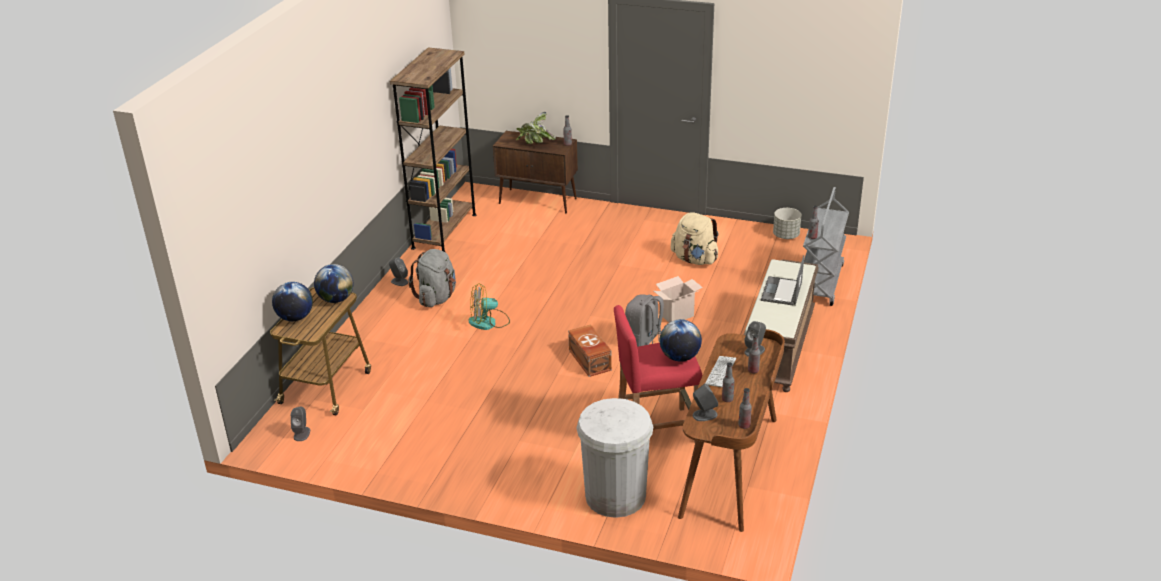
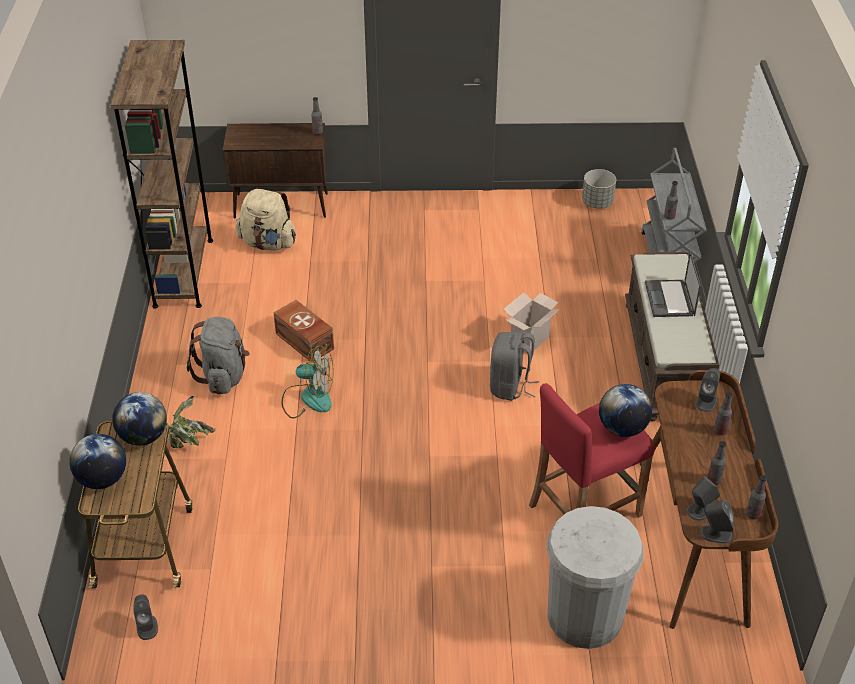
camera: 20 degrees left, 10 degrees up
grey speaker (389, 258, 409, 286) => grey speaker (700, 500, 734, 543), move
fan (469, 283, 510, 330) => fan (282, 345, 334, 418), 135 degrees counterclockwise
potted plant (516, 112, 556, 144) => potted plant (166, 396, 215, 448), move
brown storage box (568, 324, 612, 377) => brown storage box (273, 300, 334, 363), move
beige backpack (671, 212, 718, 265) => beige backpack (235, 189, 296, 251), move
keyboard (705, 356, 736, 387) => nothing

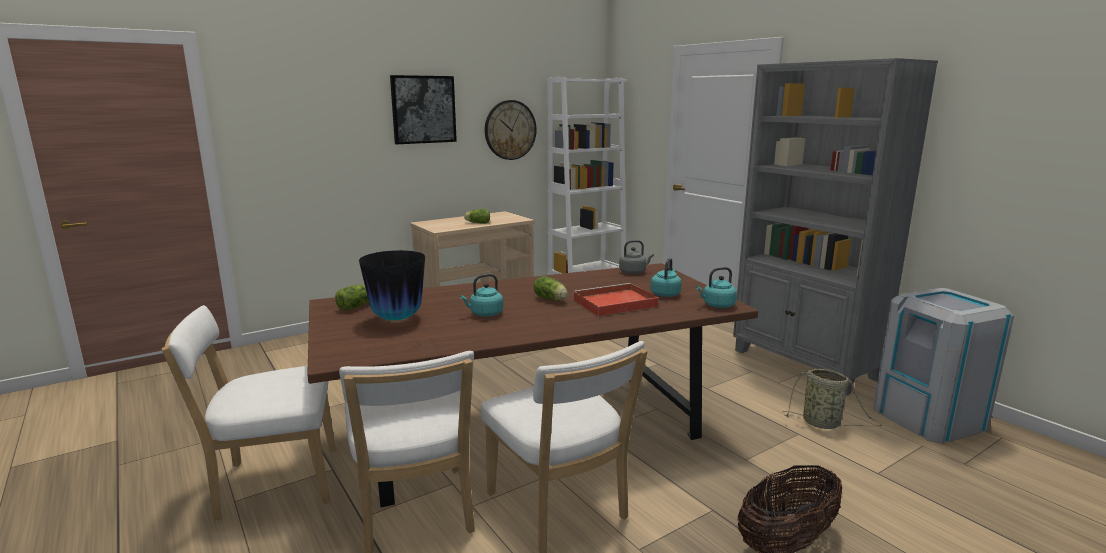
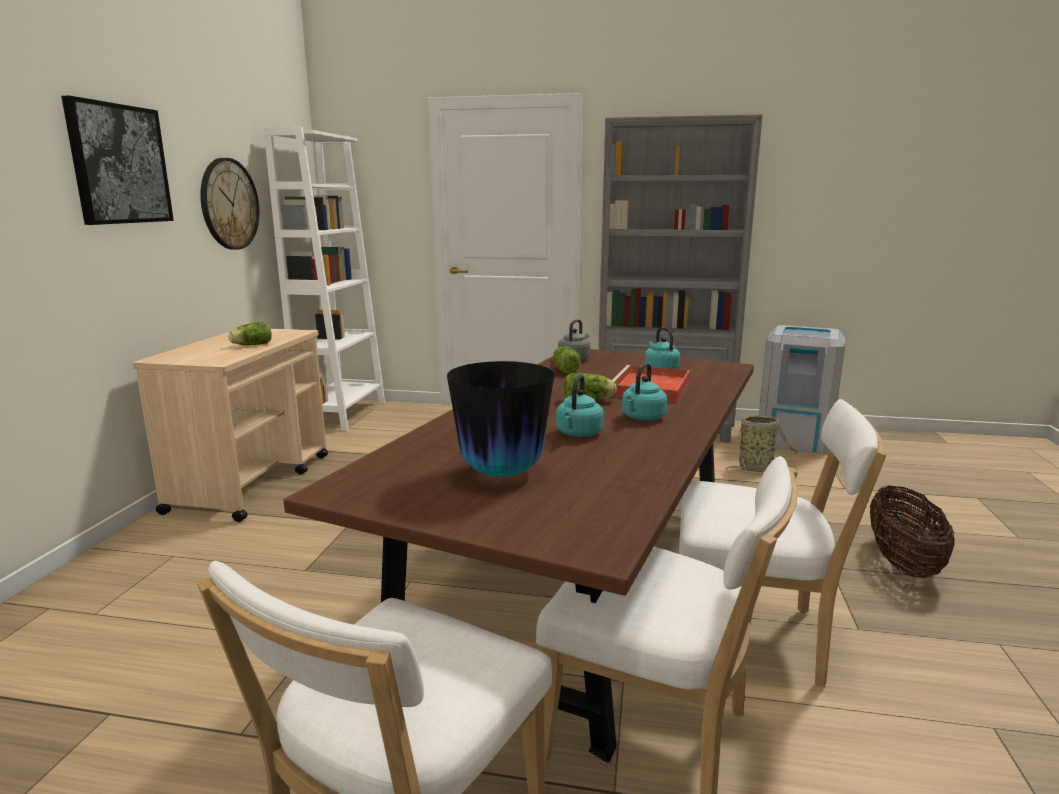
camera: 45 degrees left, 0 degrees up
lettuce (335, 285, 369, 311) => lettuce (553, 346, 581, 374), move
turquoise kettle (696, 267, 737, 308) => turquoise kettle (622, 363, 667, 421), move

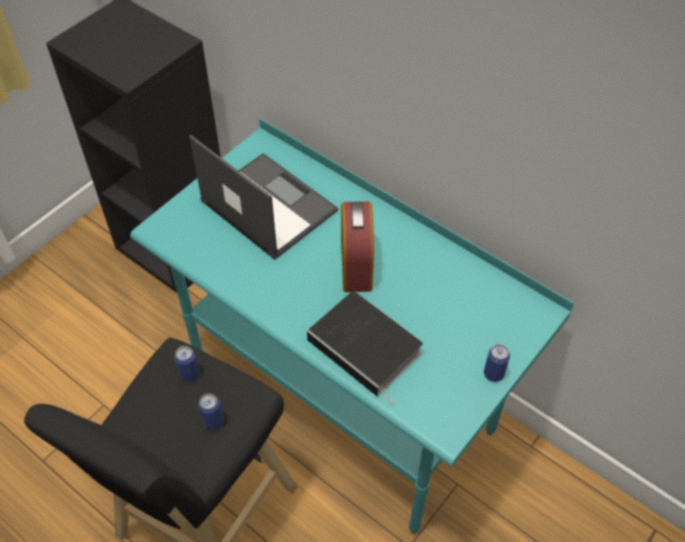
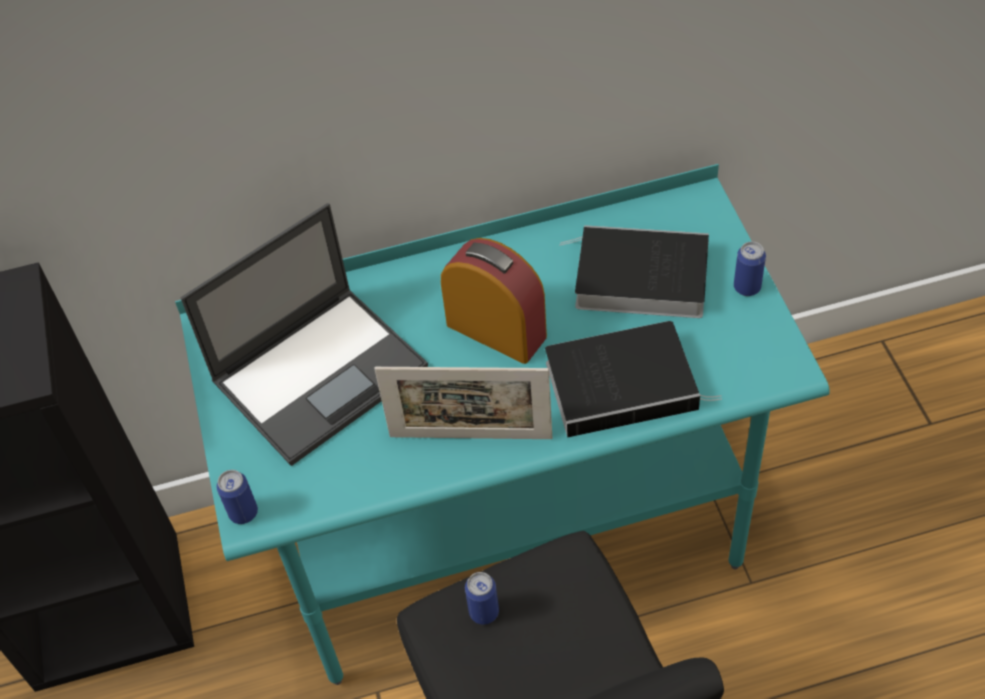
camera: 50 degrees left, 0 degrees up
laptop (189, 135, 338, 260) => laptop (180, 203, 428, 466), 150 degrees clockwise
can (199, 394, 223, 429) => can (216, 470, 258, 524), move
nothing => picture frame (374, 367, 552, 439)
nothing => book (559, 225, 709, 318)

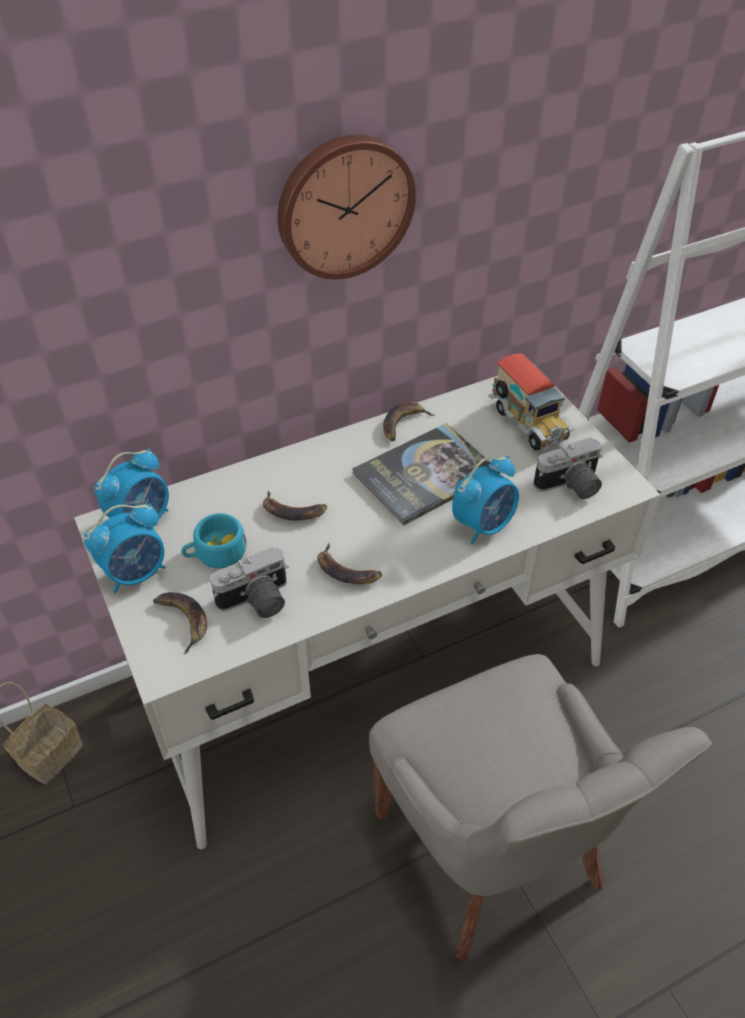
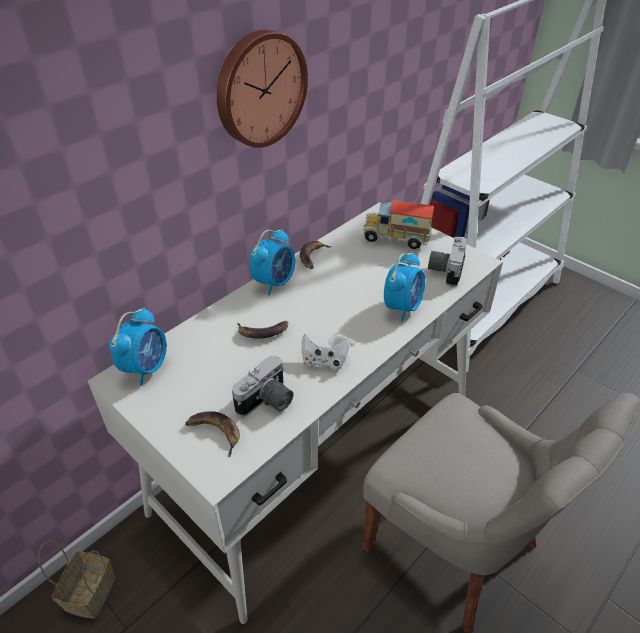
camera: 20 degrees left, 5 degrees down
alarm clock (84, 503, 166, 594) => alarm clock (249, 229, 295, 295), move
turquoise cup (181, 513, 247, 568) => nothing
banana (317, 543, 382, 584) => white game controller (302, 334, 349, 371)
book (352, 423, 499, 525) => nothing
toy truck (488, 354, 574, 451) => toy truck (363, 200, 434, 249), 150 degrees clockwise
photo camera (533, 437, 603, 499) => photo camera (428, 237, 467, 287), 150 degrees clockwise

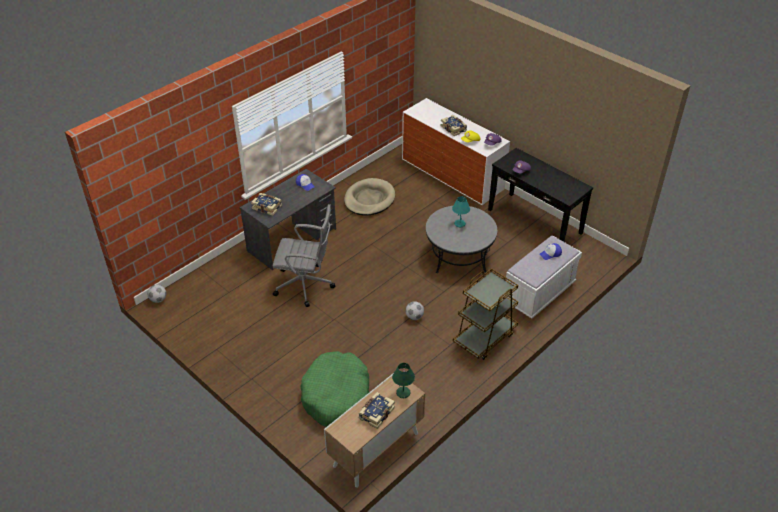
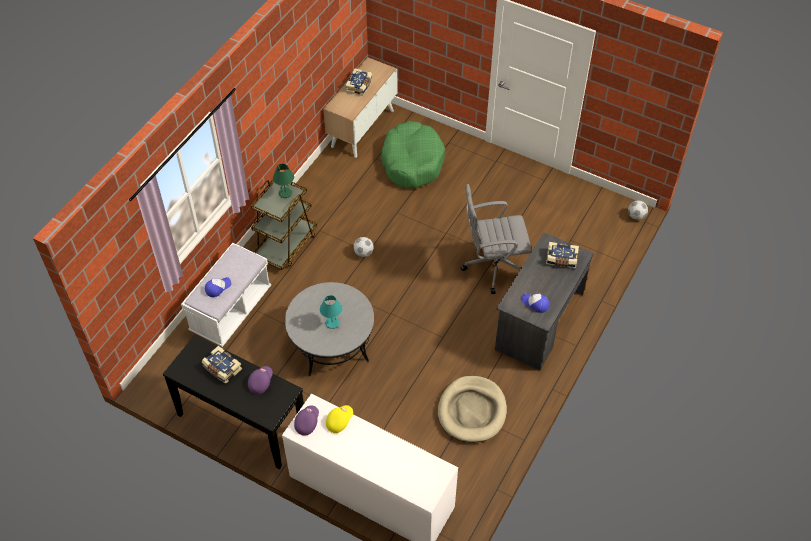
camera: 165 degrees right, 10 degrees up
green table lamp (392, 363, 415, 398) => green table lamp (273, 164, 294, 198), move
book (441, 115, 467, 136) => book (202, 346, 242, 384), move

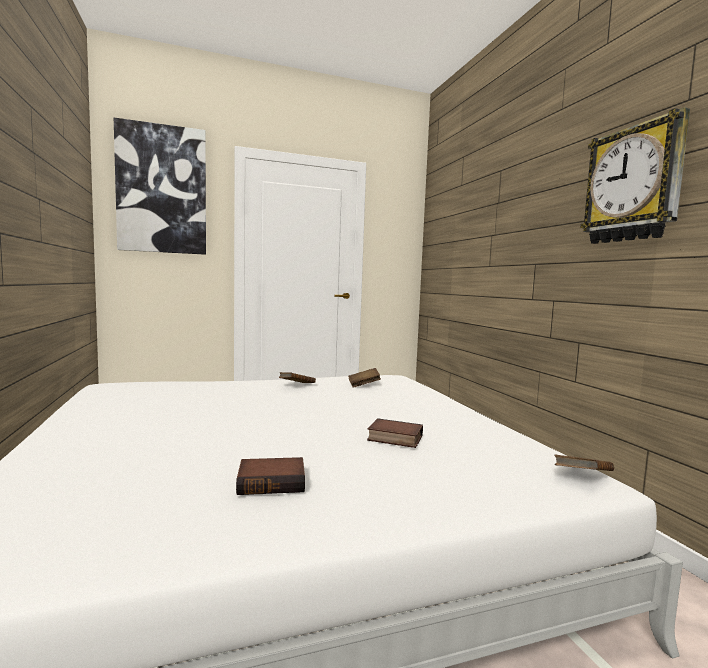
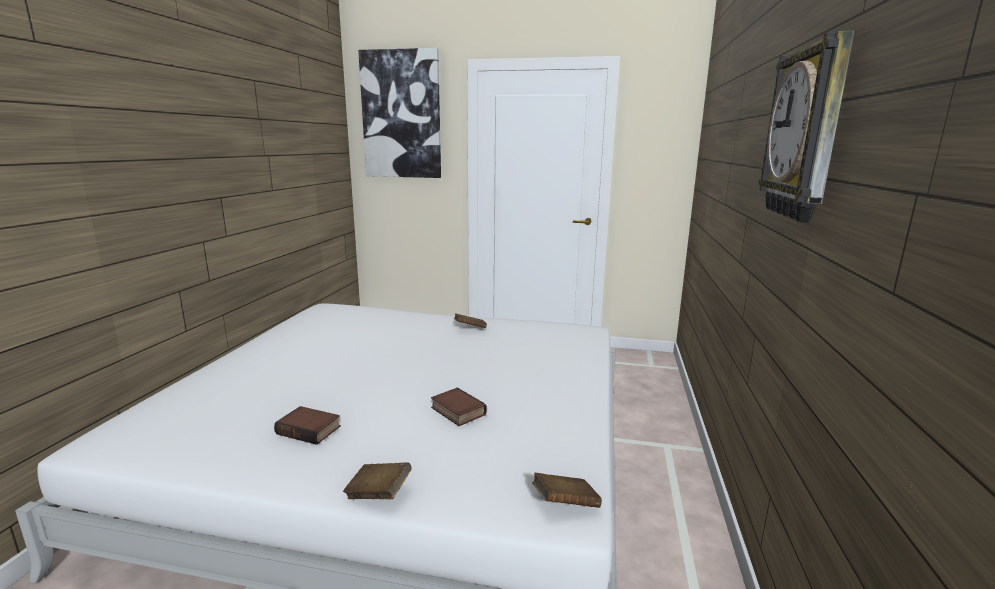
camera: 30 degrees right, 10 degrees up
brown book (348, 368, 381, 388) => brown book (343, 462, 412, 499), move

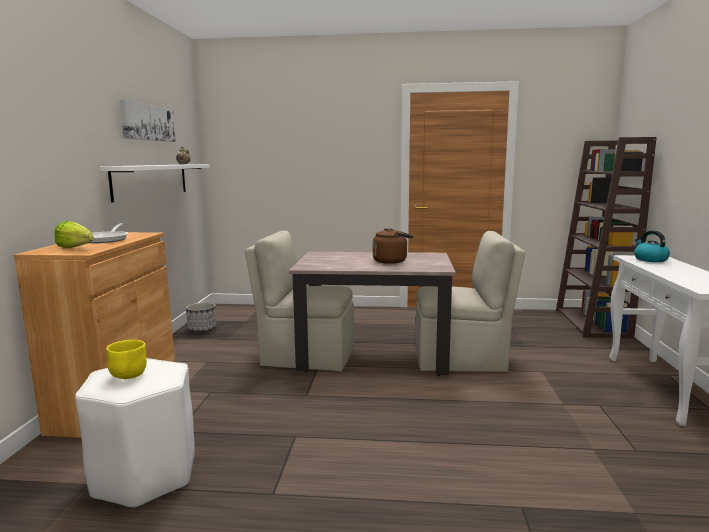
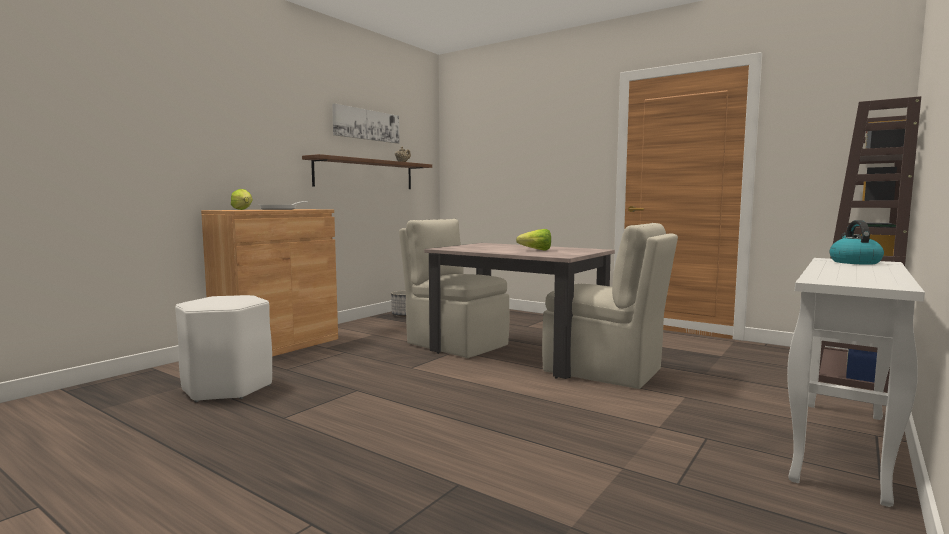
camera: 30 degrees right, 5 degrees down
white shelf (100, 164, 210, 203) => brown shelf (302, 154, 432, 189)
yellow bowl (106, 340, 147, 379) => nothing
brown kettle (373, 228, 413, 264) => lettuce (516, 229, 551, 251)

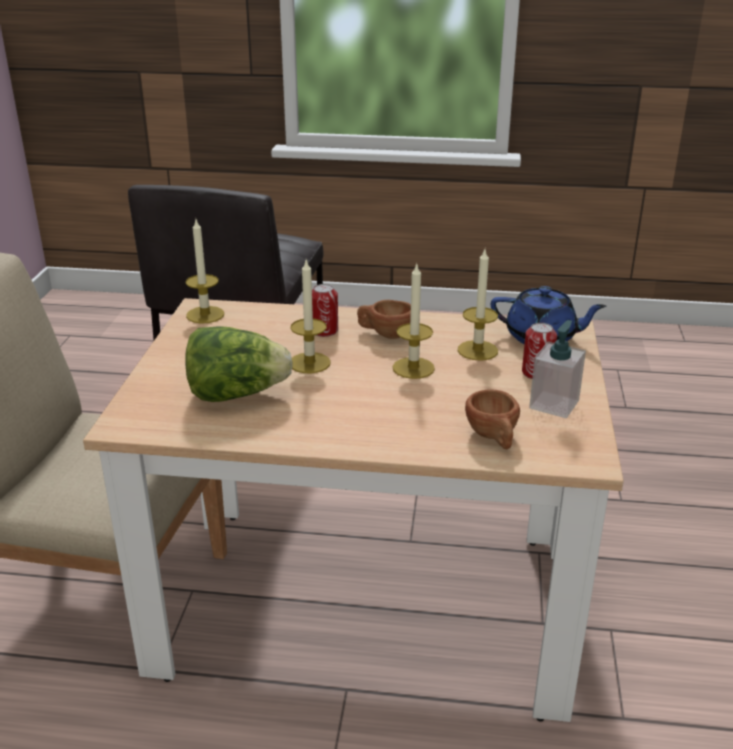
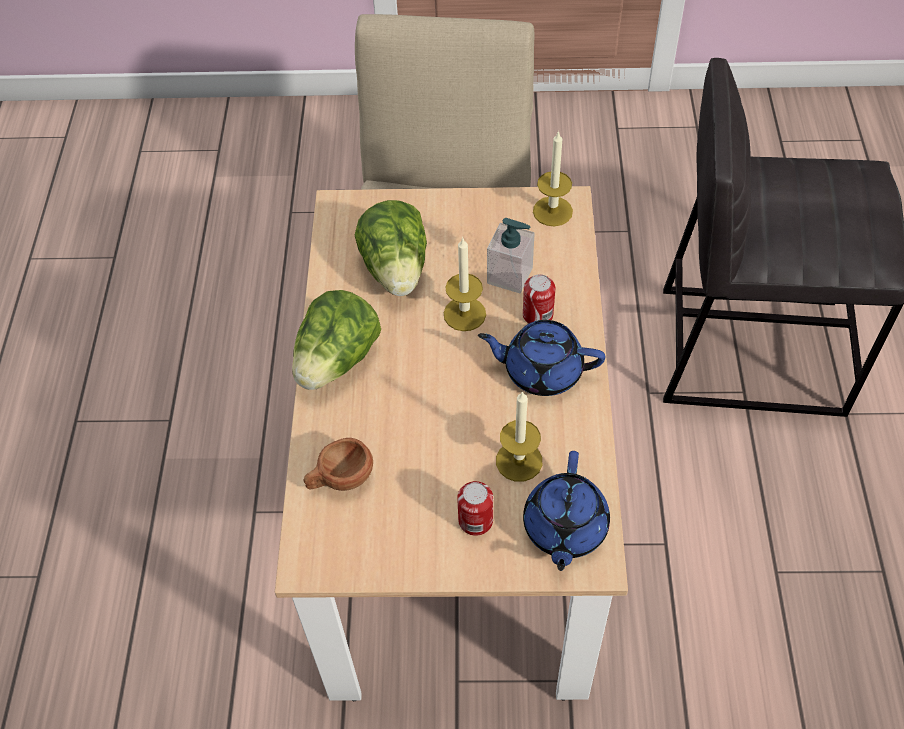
camera: 85 degrees right, 25 degrees up
brown cup (357, 300, 411, 339) => blue teapot (478, 320, 605, 396)
candle (393, 262, 435, 379) => nothing
soap dispenser (529, 320, 586, 418) => soap dispenser (487, 218, 535, 293), move
nothing => lettuce (292, 290, 381, 390)

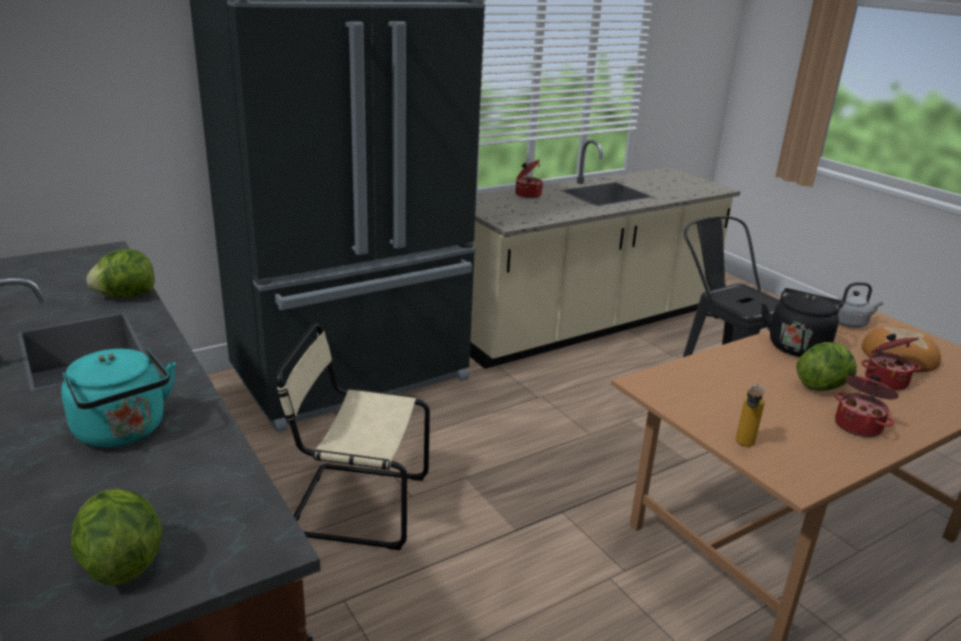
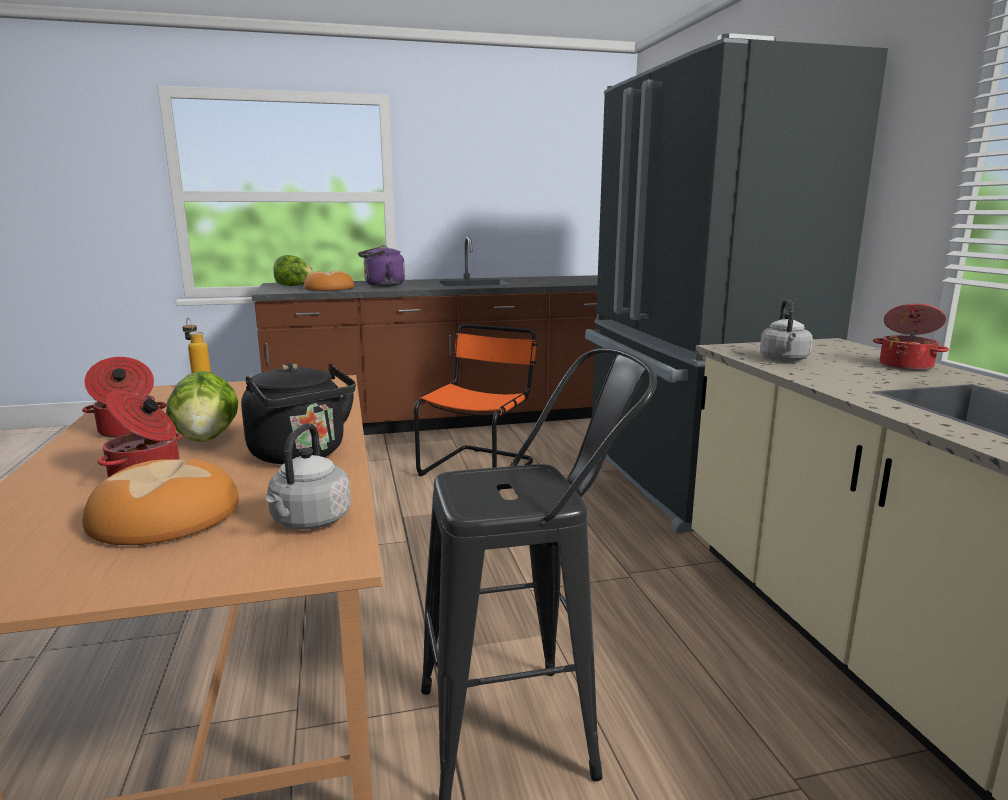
camera: 110 degrees right, 10 degrees down
turquoise kettle (61, 348, 176, 448) => purple kettle (358, 245, 405, 286)
lettuce (87, 249, 155, 297) => nothing
beige chair (276, 323, 430, 550) => orange chair (414, 324, 537, 491)
nothing => bread (304, 271, 354, 291)
nothing => grey kettle (760, 299, 813, 361)

